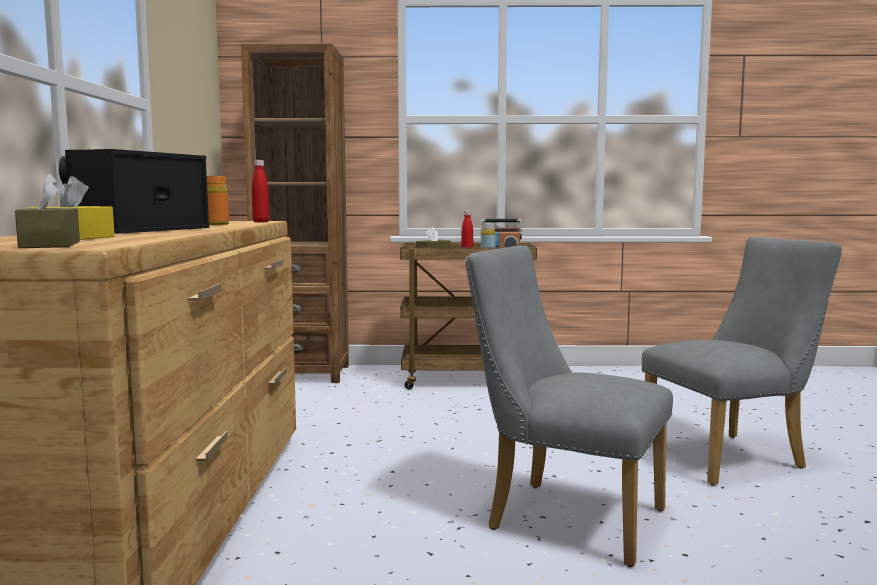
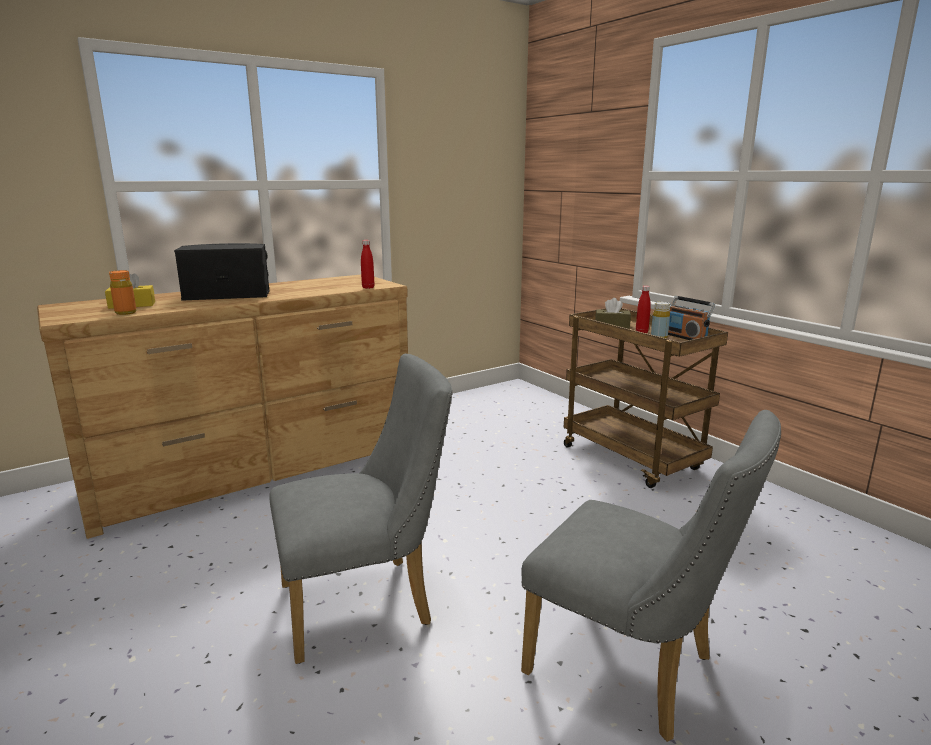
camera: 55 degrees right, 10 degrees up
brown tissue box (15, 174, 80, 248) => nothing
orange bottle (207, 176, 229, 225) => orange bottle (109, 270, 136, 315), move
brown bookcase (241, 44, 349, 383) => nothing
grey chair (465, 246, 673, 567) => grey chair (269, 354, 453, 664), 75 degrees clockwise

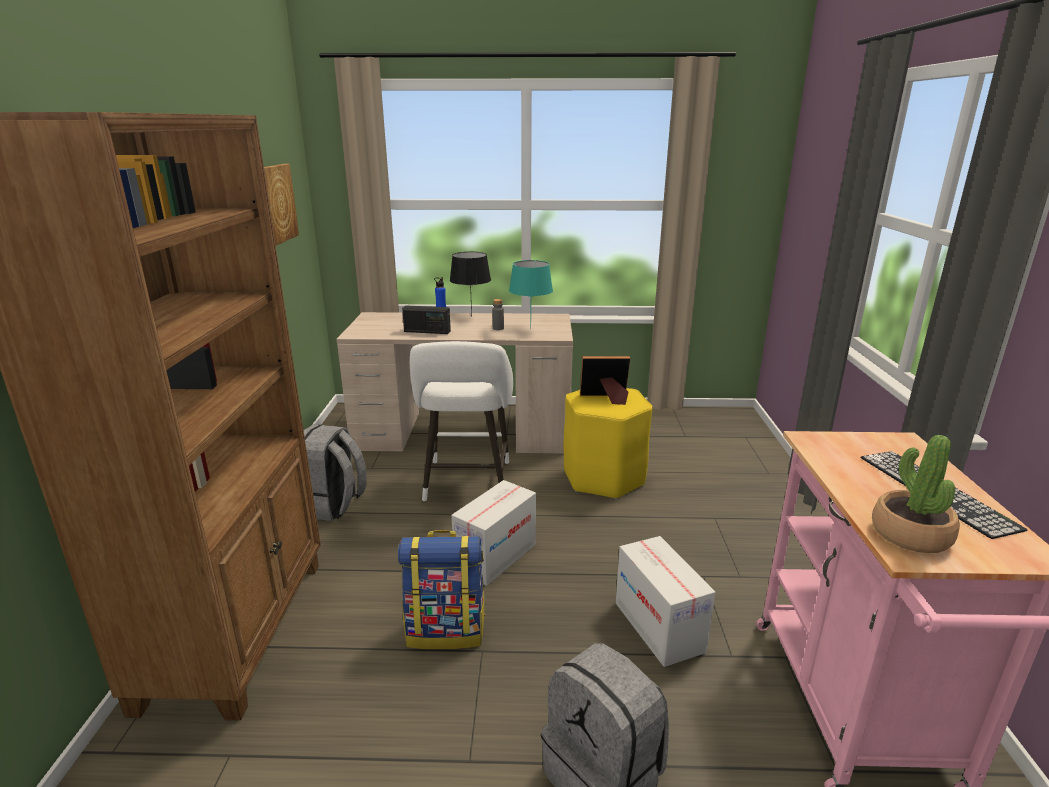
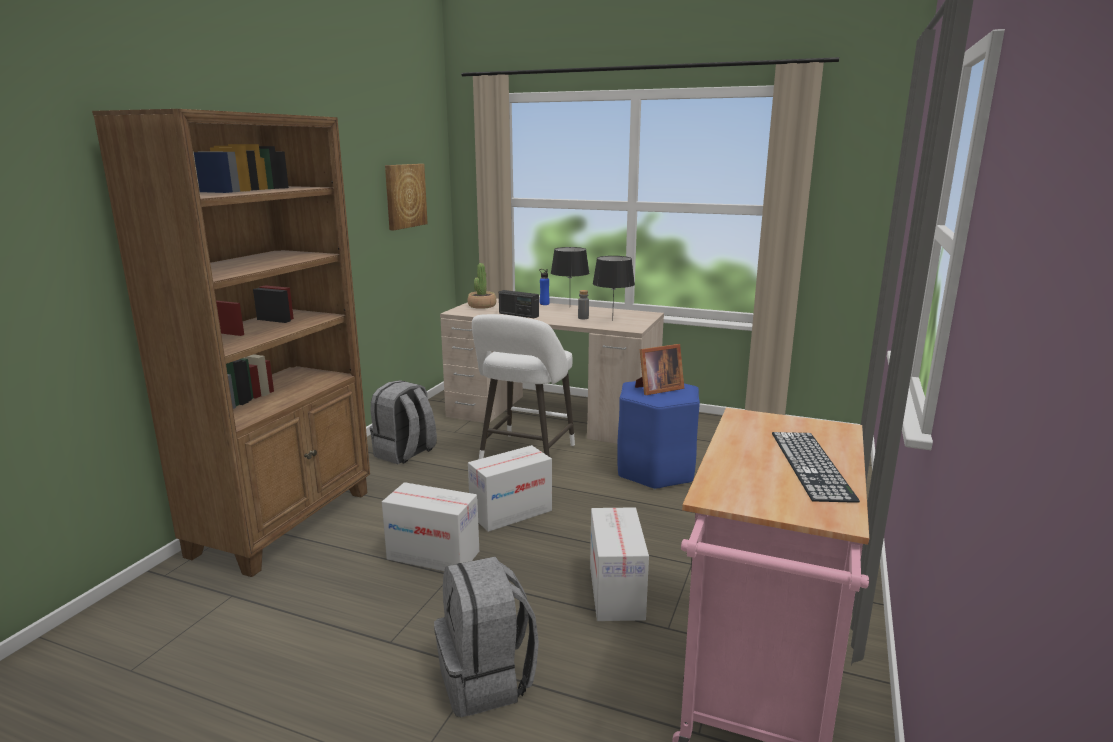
camera: 20 degrees right, 5 degrees down
backpack (398, 530, 485, 649) => cardboard box (382, 482, 479, 571)
turquoise table lamp (509, 260, 553, 329) => black table lamp (593, 256, 635, 321)
yellow stool (564, 388, 652, 499) => blue stool (617, 381, 700, 490)
picture frame (580, 356, 630, 405) => picture frame (635, 344, 684, 395), 135 degrees clockwise
potted plant (872, 435, 960, 553) => potted plant (468, 263, 496, 309), move

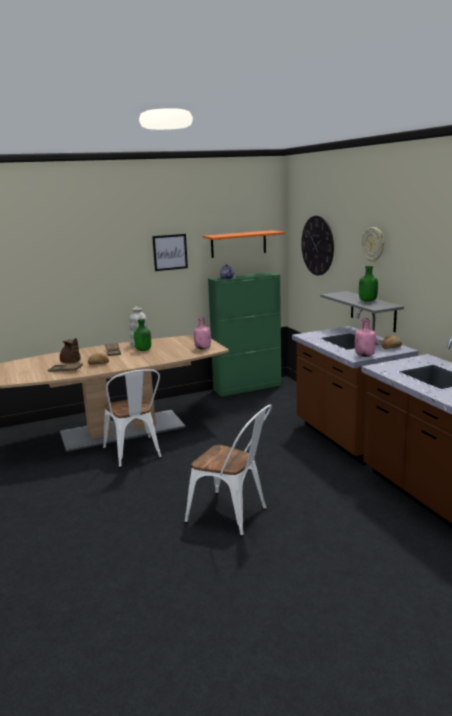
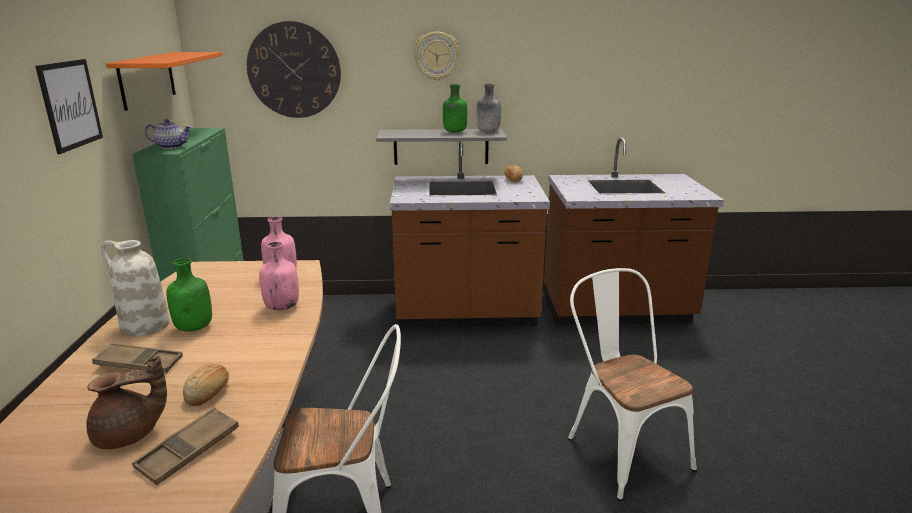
camera: 70 degrees left, 5 degrees up
white chair (184, 405, 272, 536) => white chair (568, 268, 697, 501), 75 degrees counterclockwise
pink bottle (355, 318, 376, 357) => pink bottle (259, 242, 299, 311), move
nothing => grey bottle (477, 84, 501, 132)

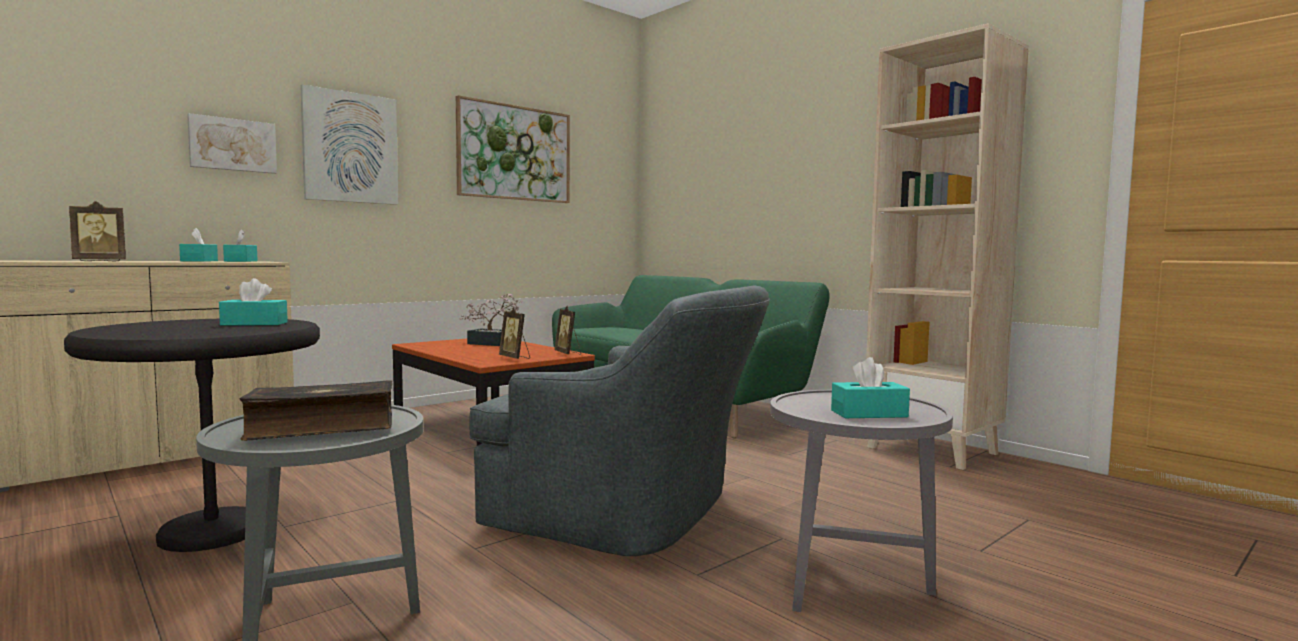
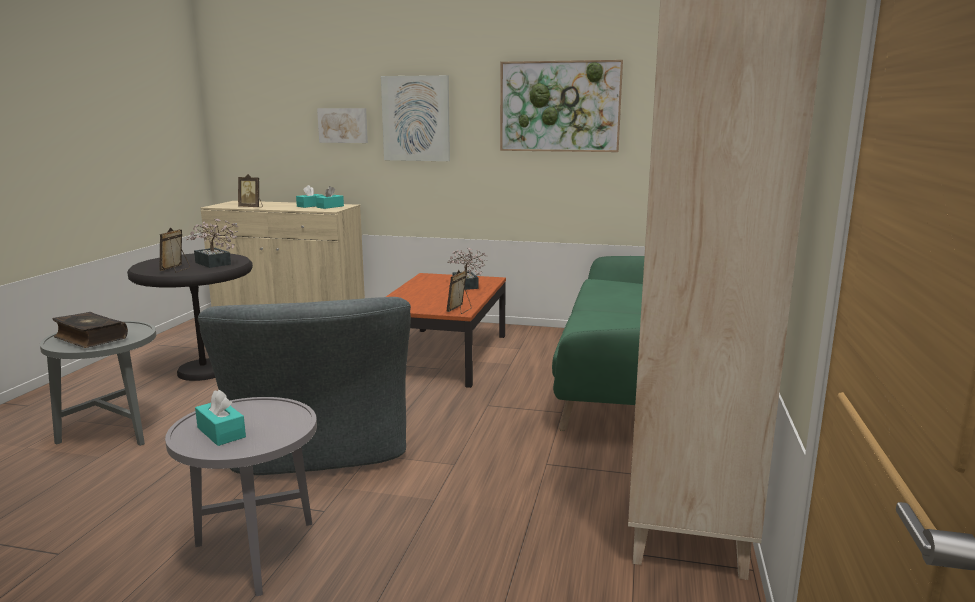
camera: 55 degrees right, 10 degrees up
turquoise tissue box (219, 278, 288, 326) => potted plant (186, 218, 239, 268)
picture frame (499, 308, 530, 359) => picture frame (159, 227, 190, 272), move

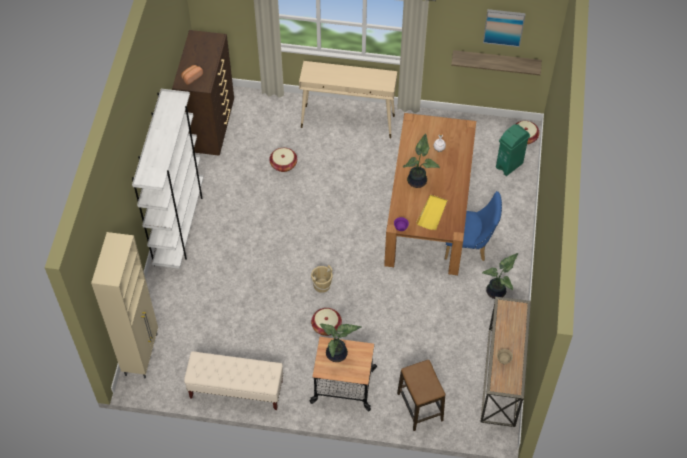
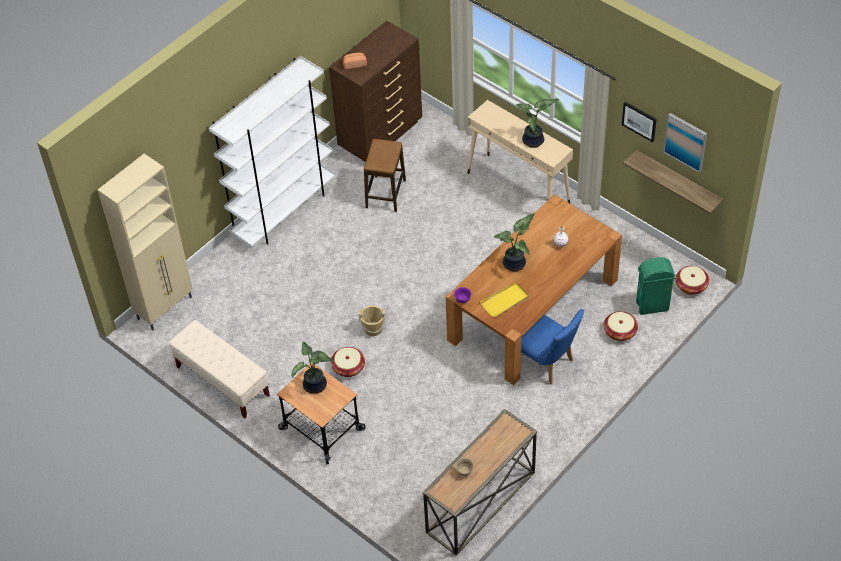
camera: 35 degrees right, 5 degrees down
basket (269, 148, 297, 172) => basket (604, 311, 638, 341), move
stool (397, 360, 445, 431) => stool (364, 139, 406, 212), move
potted plant (482, 253, 518, 299) => potted plant (516, 99, 560, 148), move
nothing => picture (622, 102, 657, 142)

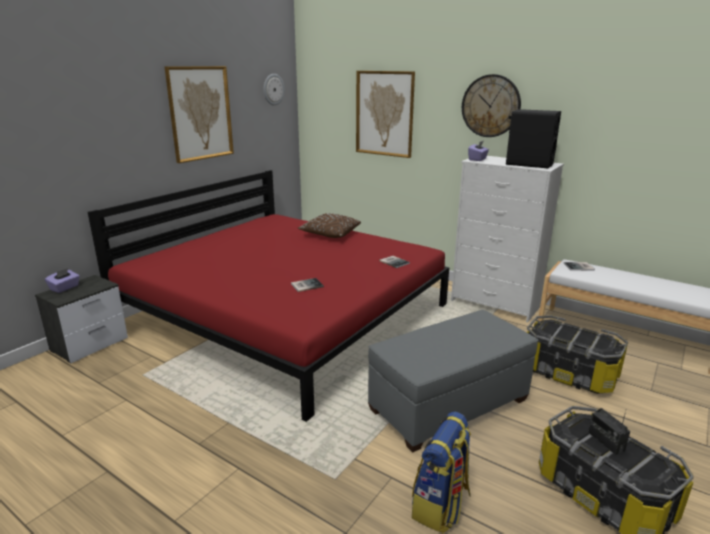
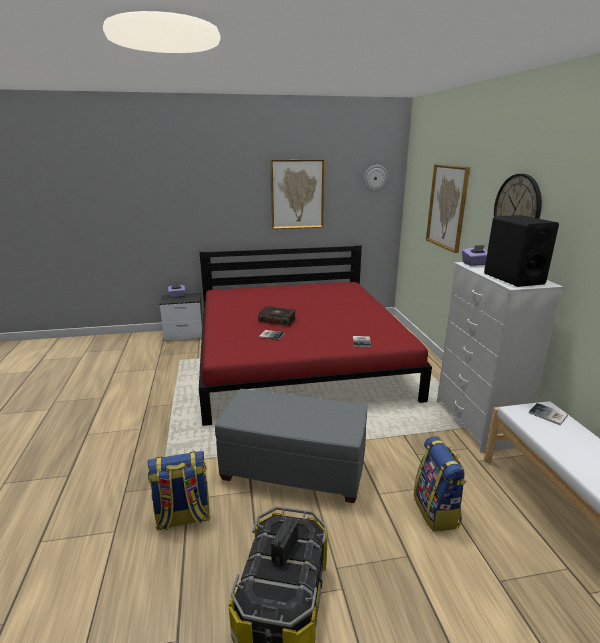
camera: 45 degrees right, 0 degrees up
brown pillow (297, 213, 361, 238) => nothing
storage box (527, 315, 628, 394) => backpack (414, 436, 466, 531)
nothing => book (258, 306, 296, 326)

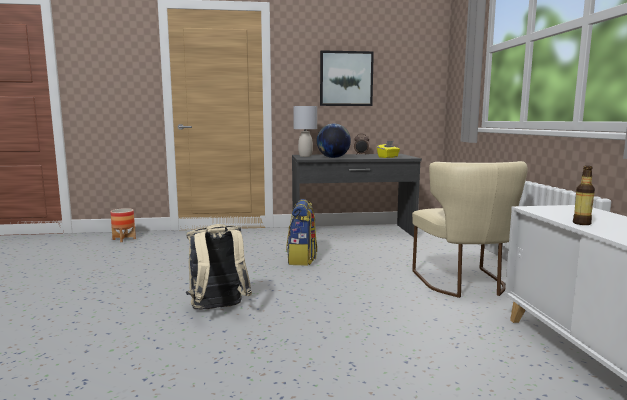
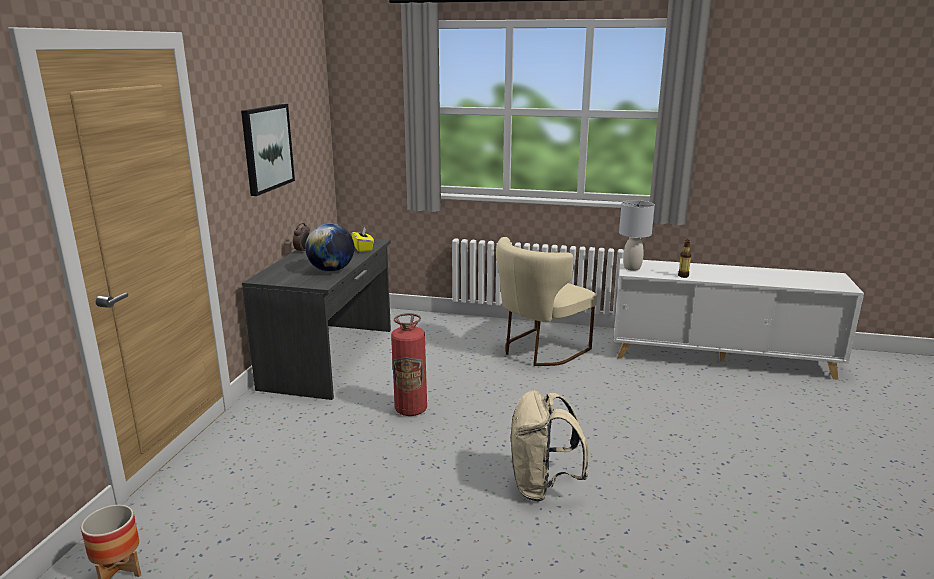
camera: 70 degrees left, 10 degrees up
backpack (286, 199, 317, 265) => fire extinguisher (391, 313, 427, 416)
grey table lamp (293, 106, 317, 157) => grey table lamp (619, 200, 655, 270), move
beige chair (412, 161, 528, 298) => beige chair (496, 237, 597, 366), 120 degrees clockwise

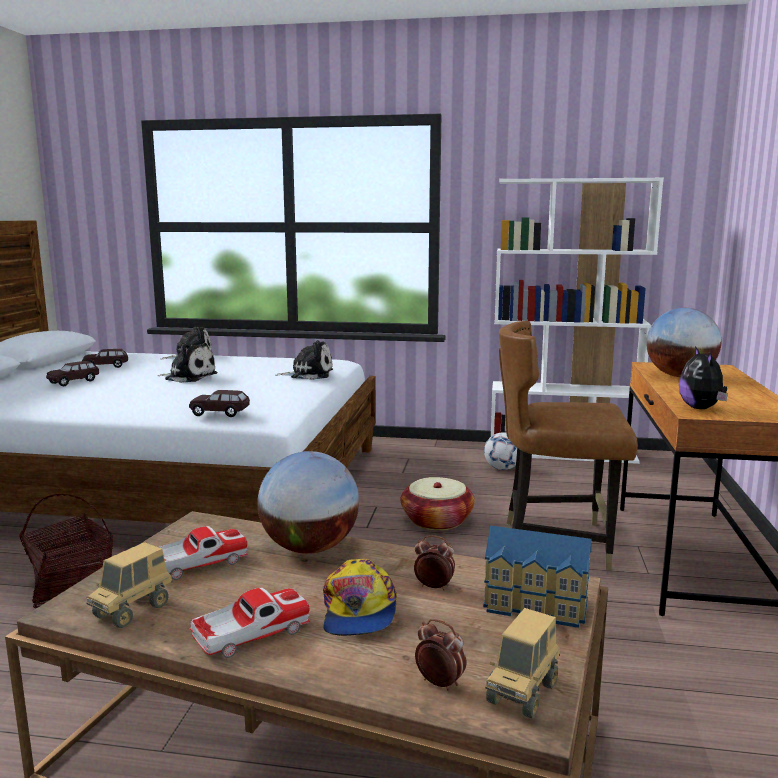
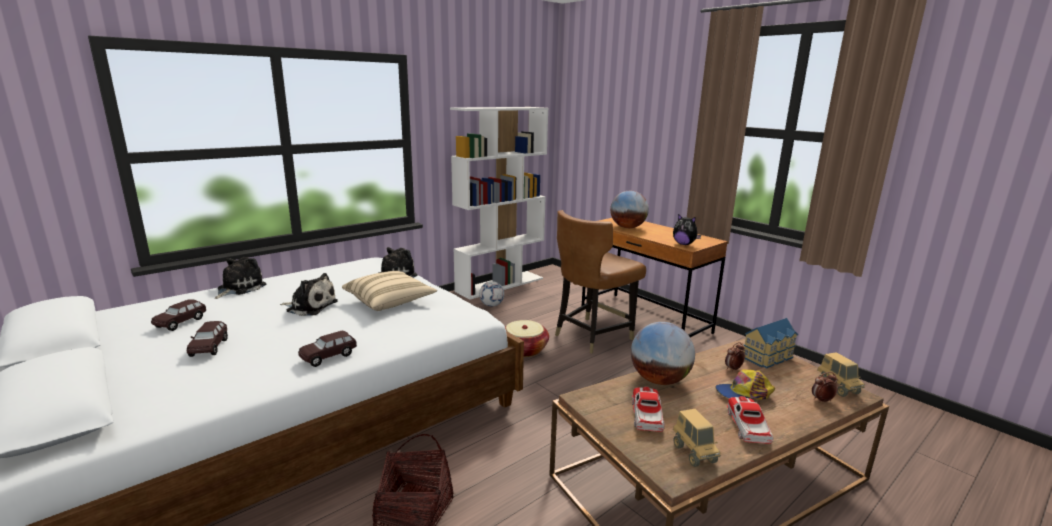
camera: 50 degrees left, 5 degrees up
plush toy (158, 343, 218, 383) => plush toy (280, 273, 338, 316), 45 degrees clockwise
brown toy car (189, 390, 250, 417) => brown toy car (298, 331, 357, 367), move
cap (323, 559, 397, 636) => cap (716, 370, 775, 400), 135 degrees clockwise
nothing => beige pillow (342, 271, 437, 311)

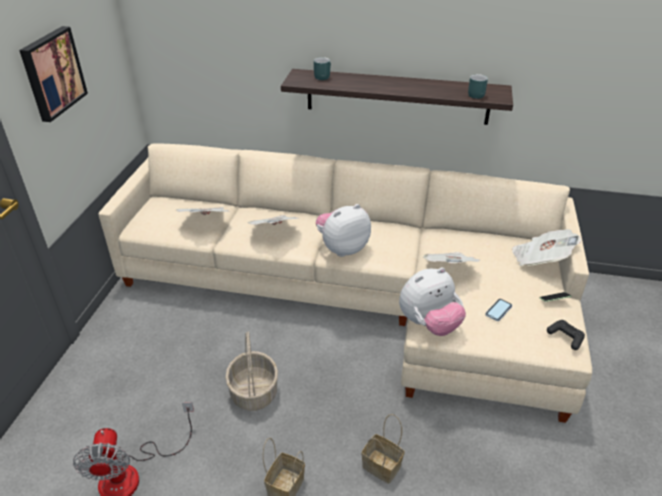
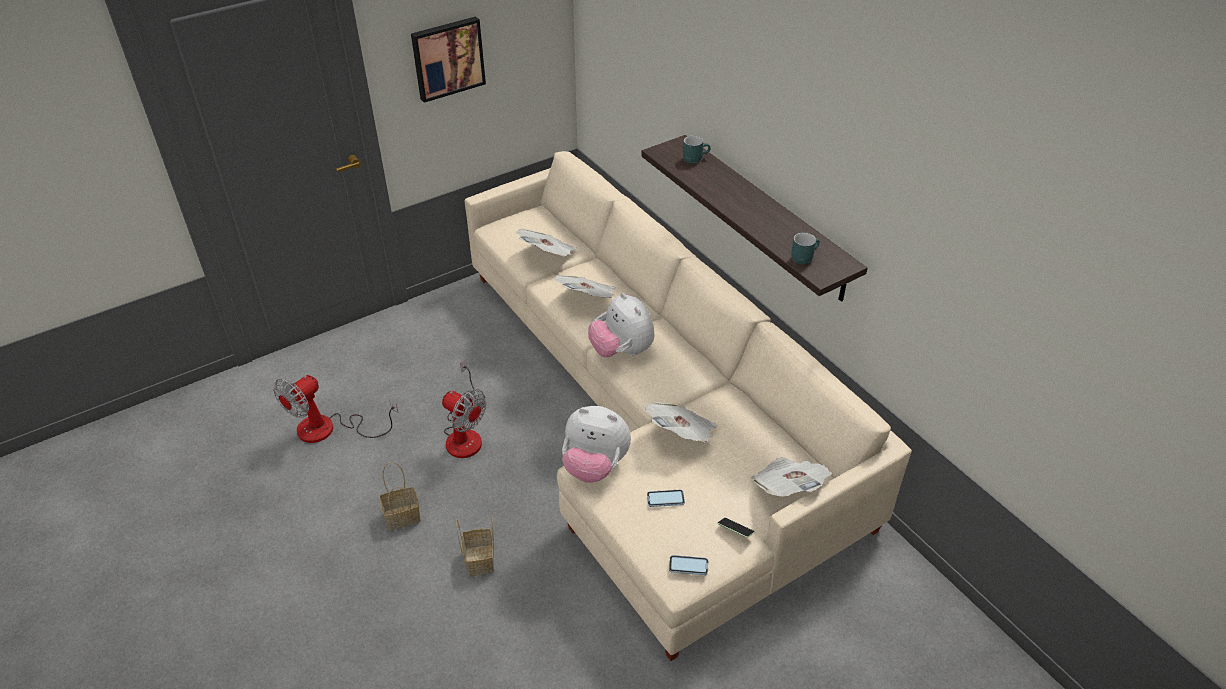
camera: 45 degrees right, 5 degrees up
basket (225, 331, 278, 411) => fan (442, 358, 487, 458)
plush toy (316, 204, 371, 257) => plush toy (588, 293, 655, 357), 135 degrees counterclockwise
black game controller (547, 320, 585, 350) => phone (669, 555, 708, 575)

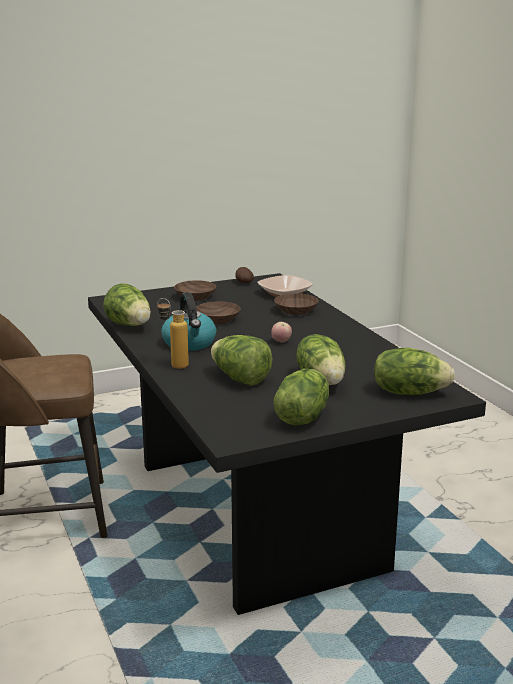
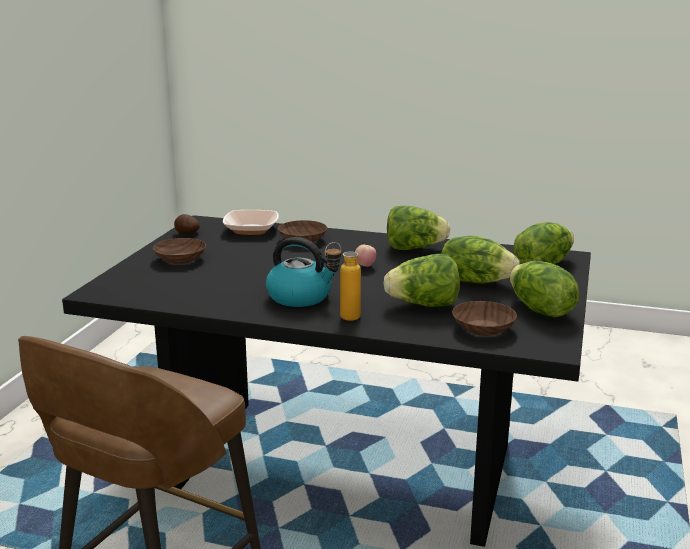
camera: 50 degrees left, 0 degrees up
lettuce (103, 283, 151, 326) => lettuce (387, 206, 450, 250), move
brown bowl (196, 301, 241, 324) => brown bowl (452, 301, 517, 336), move

